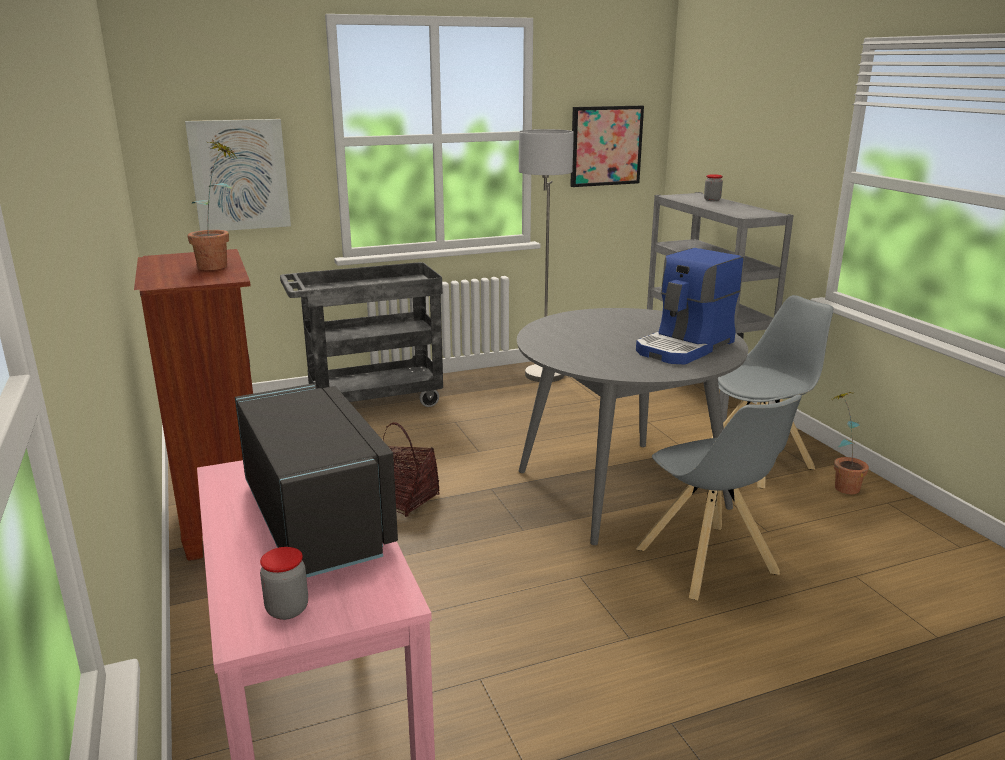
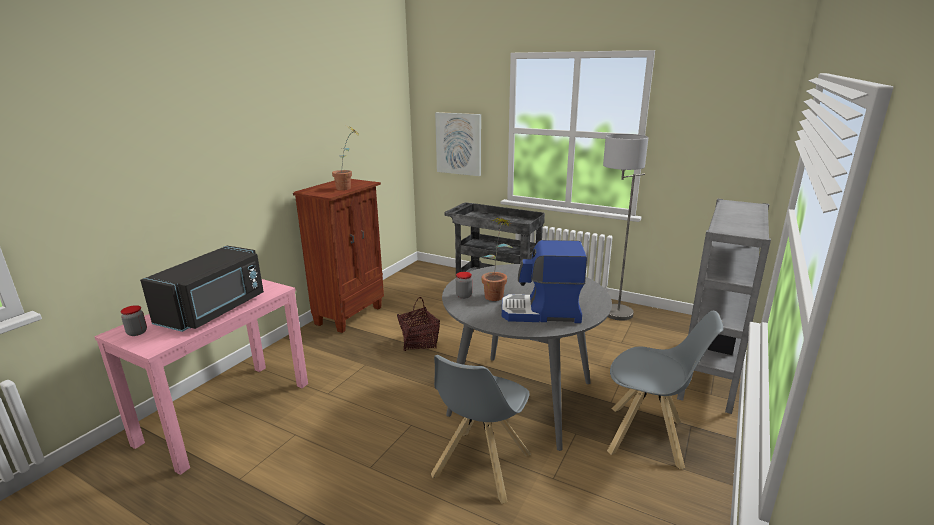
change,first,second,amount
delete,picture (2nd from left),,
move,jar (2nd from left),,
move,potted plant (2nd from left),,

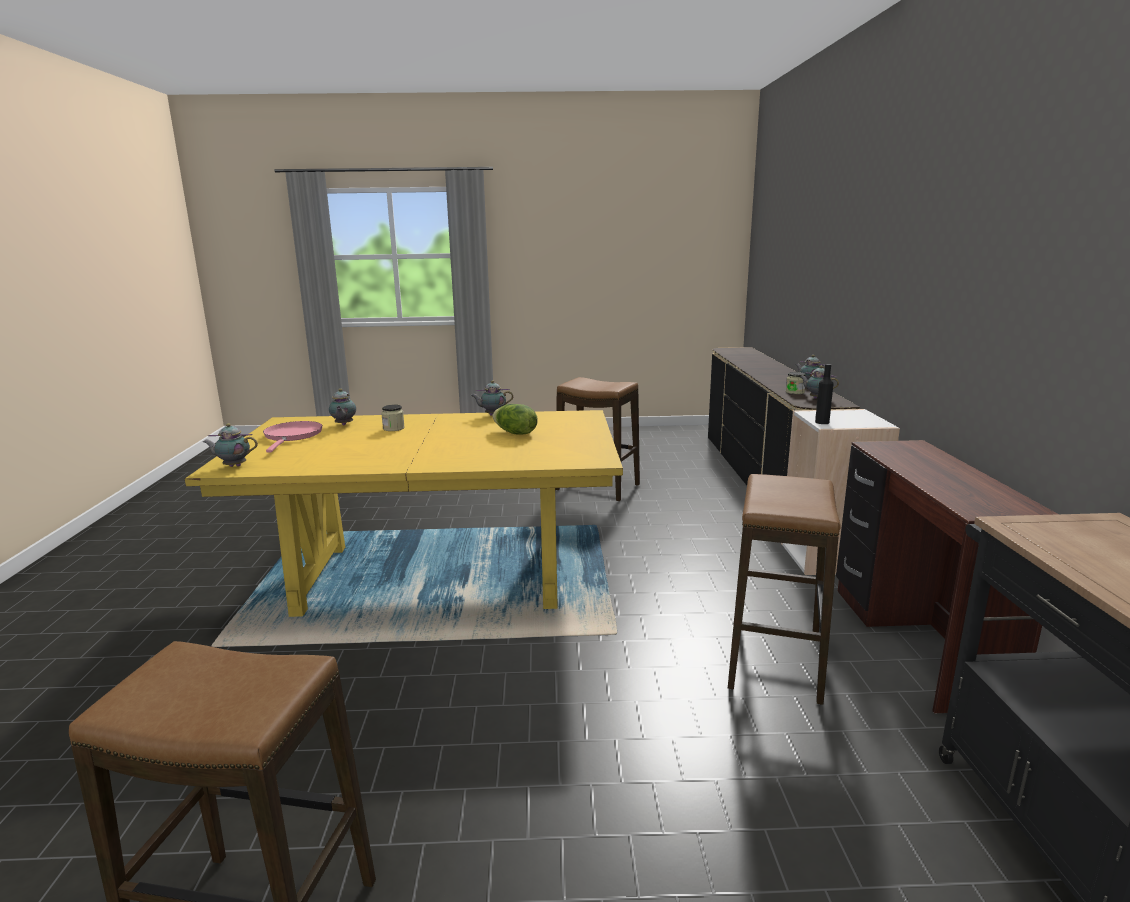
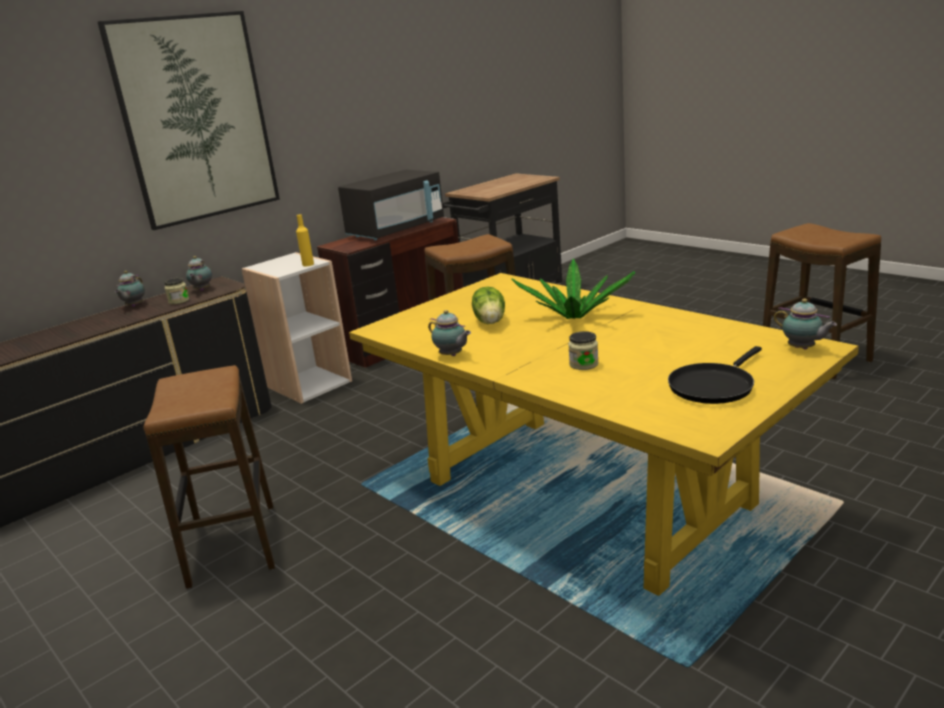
change,first,second,amount
recolor,pink frying pan,black frying pan,
delete,teapot (2nd from left),,
recolor,black bottle,yellow bottle,
insert,,picture,
insert,,black microwave,
insert,,potted plant,

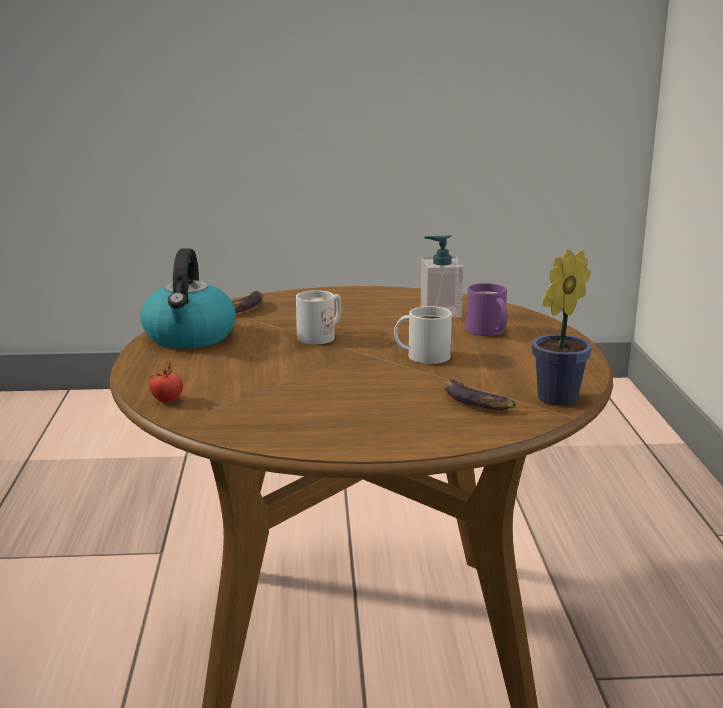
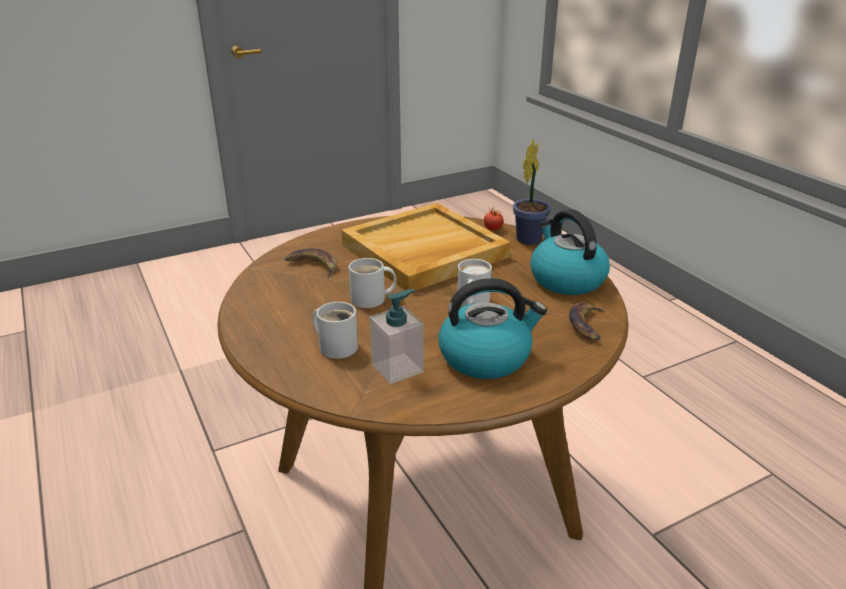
change,first,second,amount
recolor,purple mug,white mug (1st from left),
move,potted plant,,
insert,,beige tray,
insert,,kettle (1st from left),

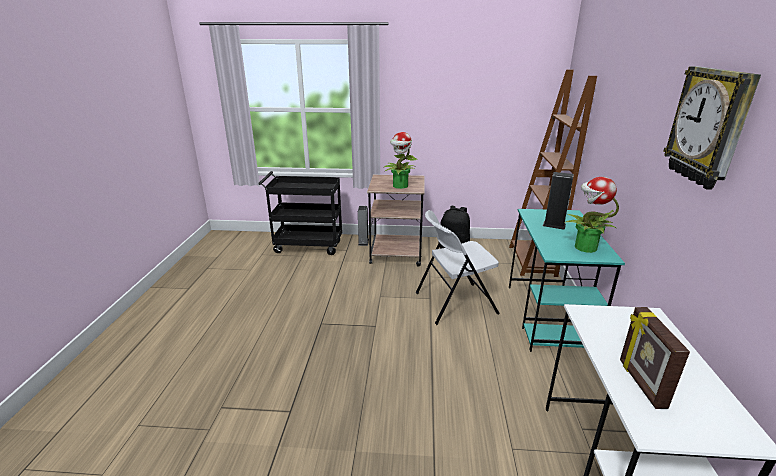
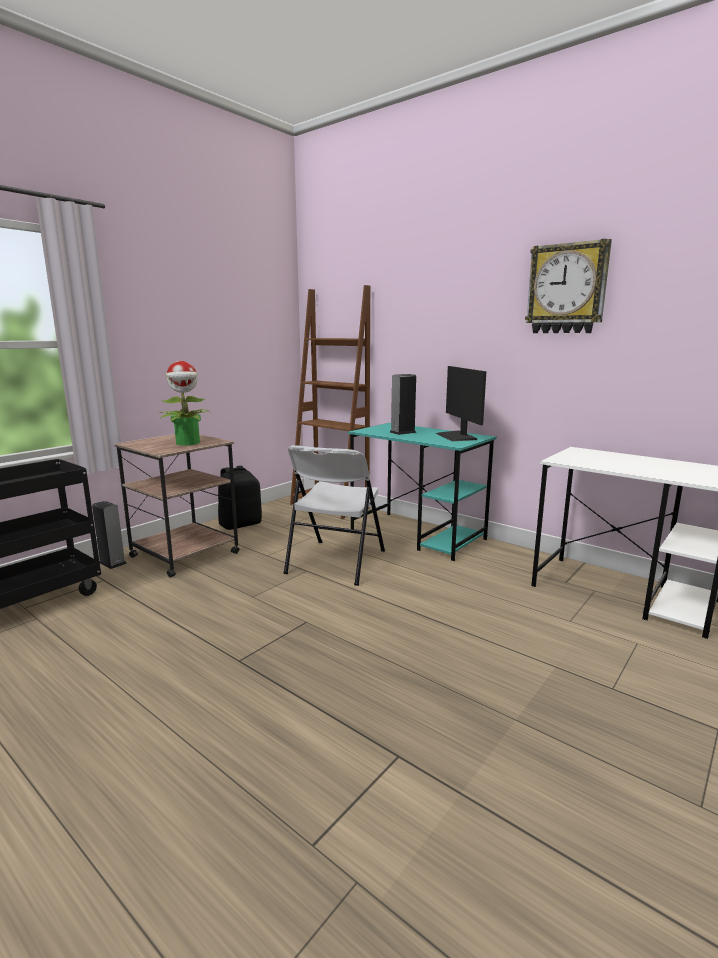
change,first,second,amount
replace,potted plant (2nd from left),monitor,
delete,picture frame,,

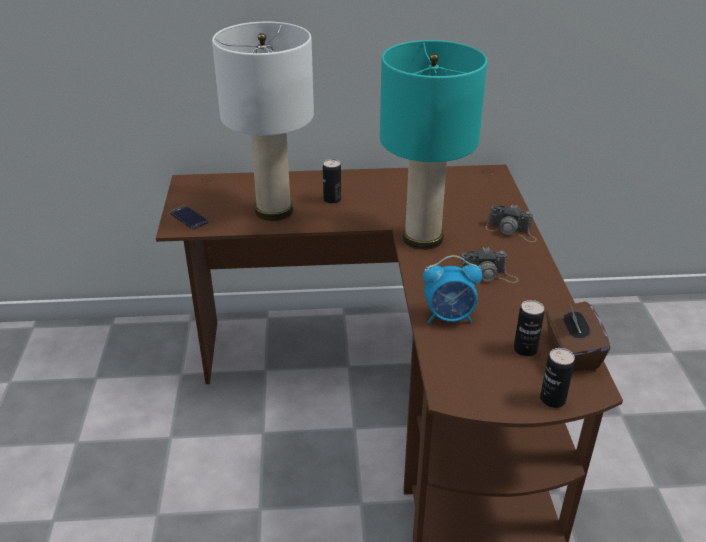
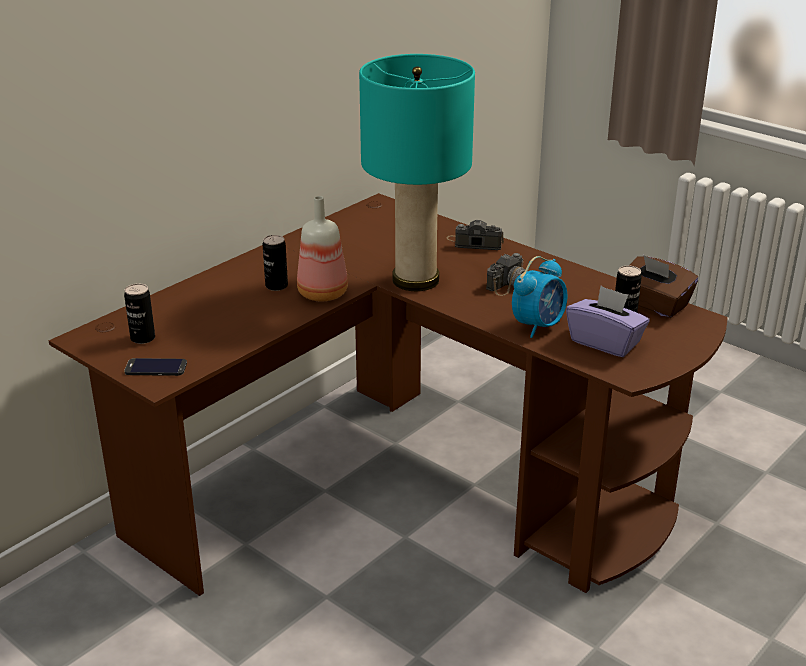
change,first,second,amount
delete,white table lamp,,
rotate,photo camera (2nd from left in the first image),photo camera (1st from left),150 degrees counterclockwise
move,can (3rd from left in the first image),can (1st from left),
insert,,bottle,
insert,,purple tissue box,

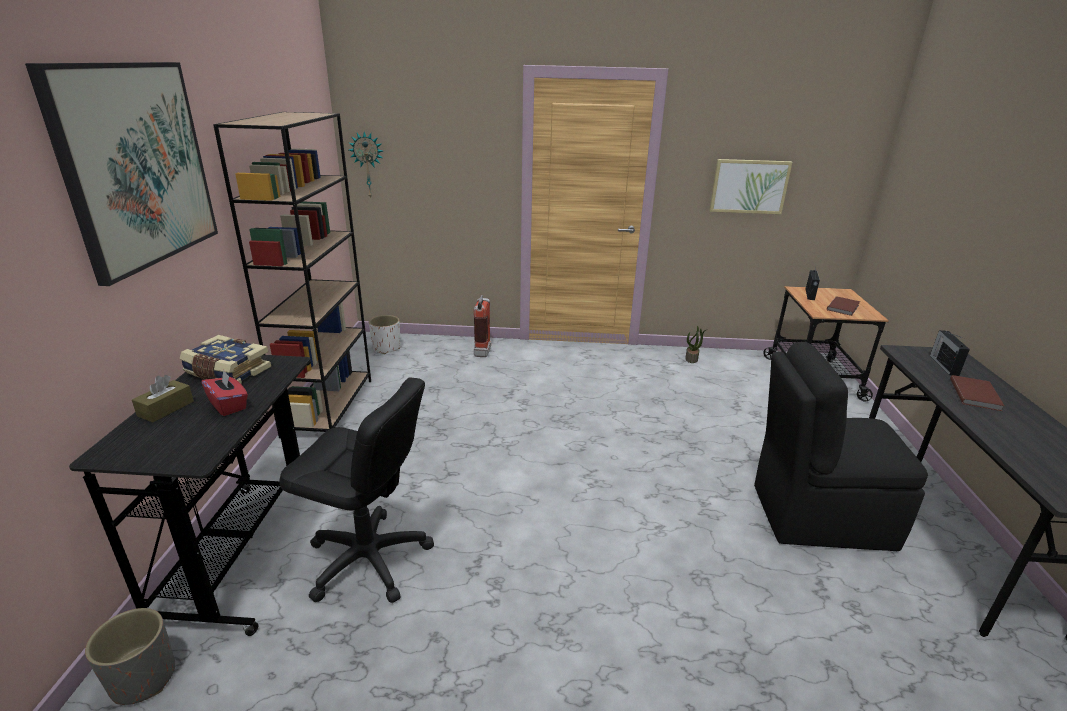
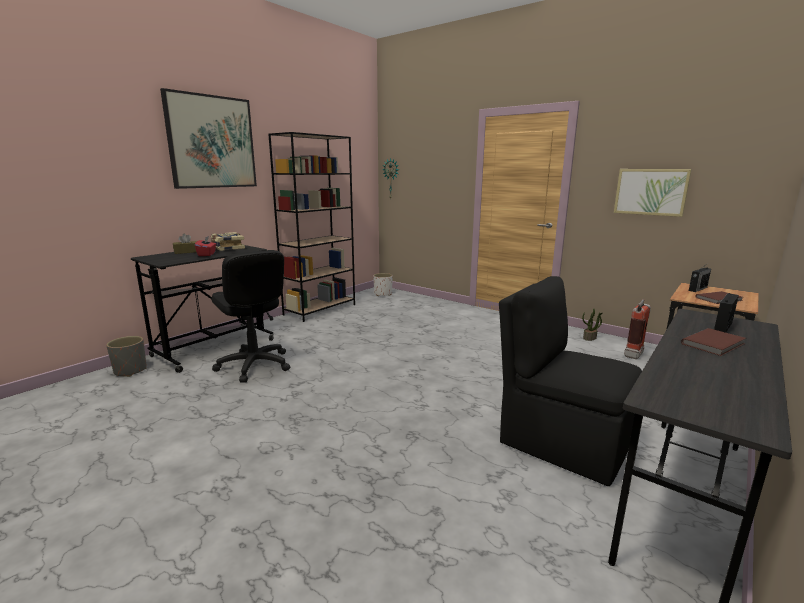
change,first,second,amount
move,fire extinguisher,,

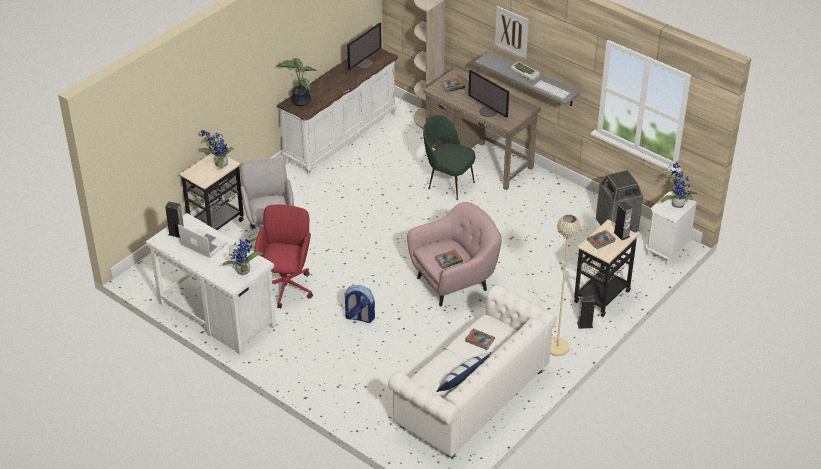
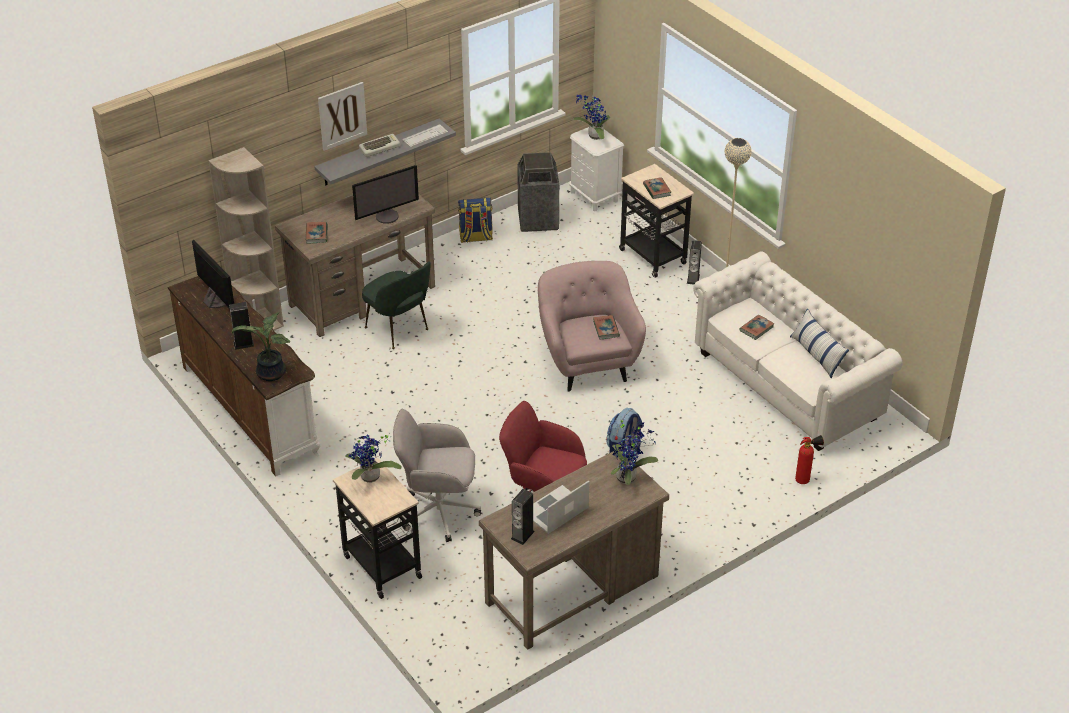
change,first,second,amount
recolor,white desk,brown desk (2nd from left),
rotate,green chair,,90 degrees counterclockwise
move,speaker (3rd from left in the first image),speaker (1st from left),
insert,,backpack (1st from left),
insert,,fire extinguisher,

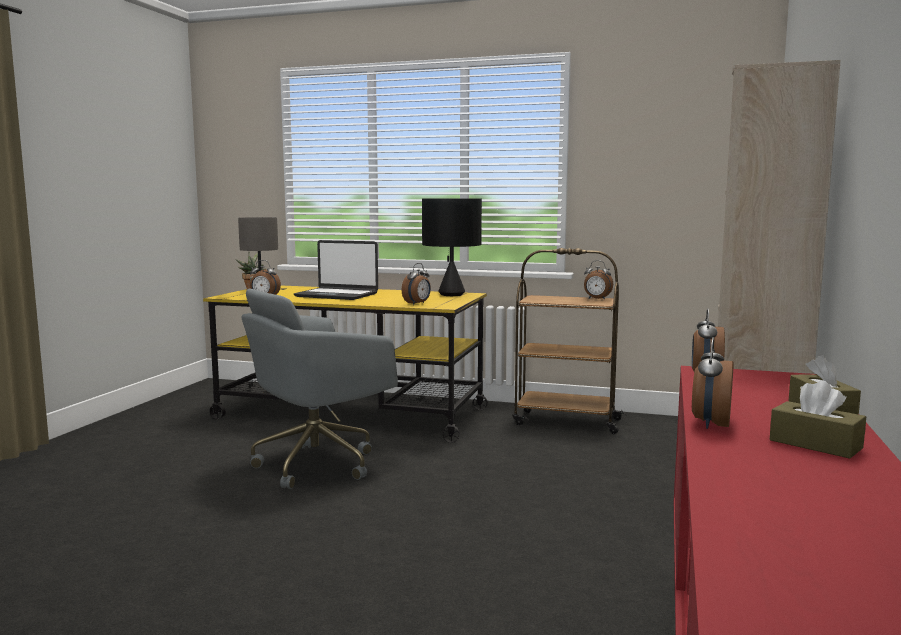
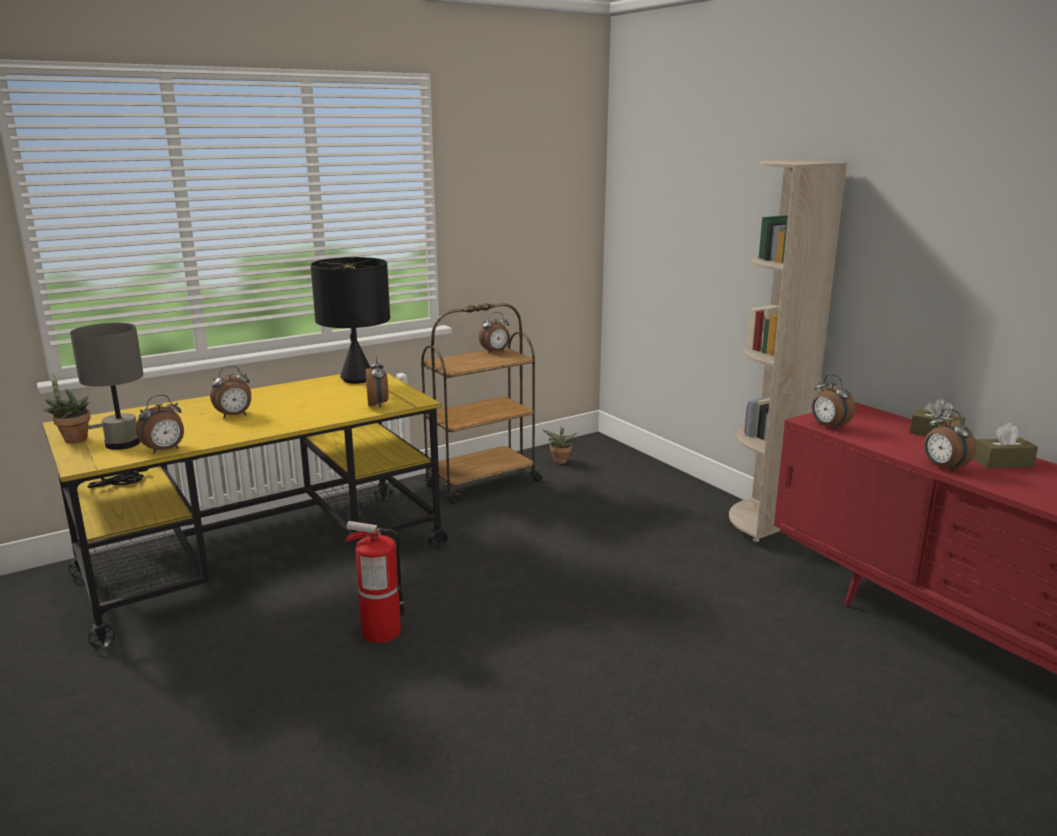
change,first,second,amount
replace,grey office chair,fire extinguisher,
replace,laptop,alarm clock (2nd from left),
insert,,potted plant (2nd from left),

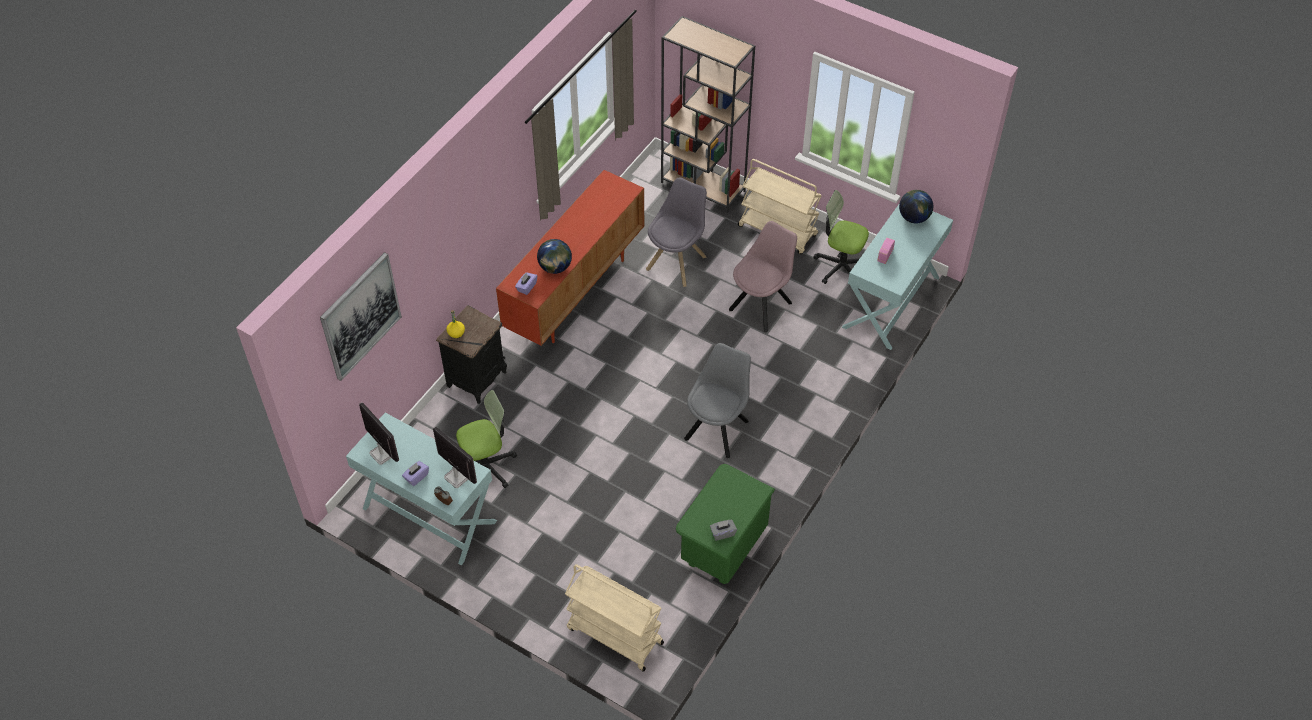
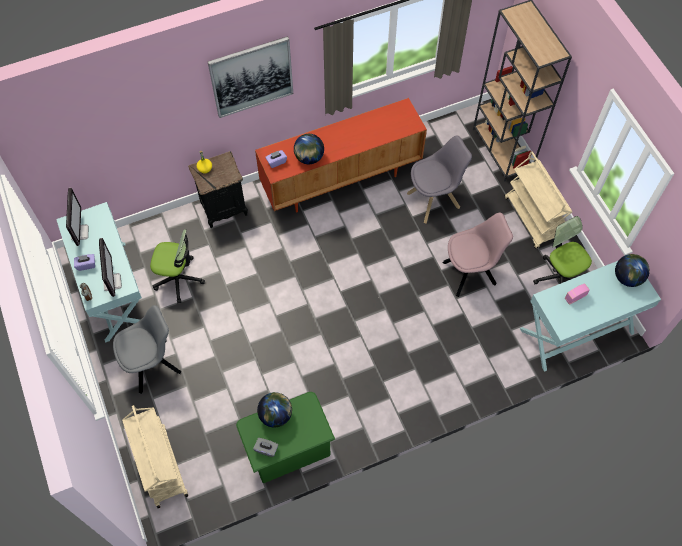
change,first,second,amount
move,picture,,
move,grey chair (2nd from left in the first image),grey chair (1st from left),
insert,,globe (1st from left),

